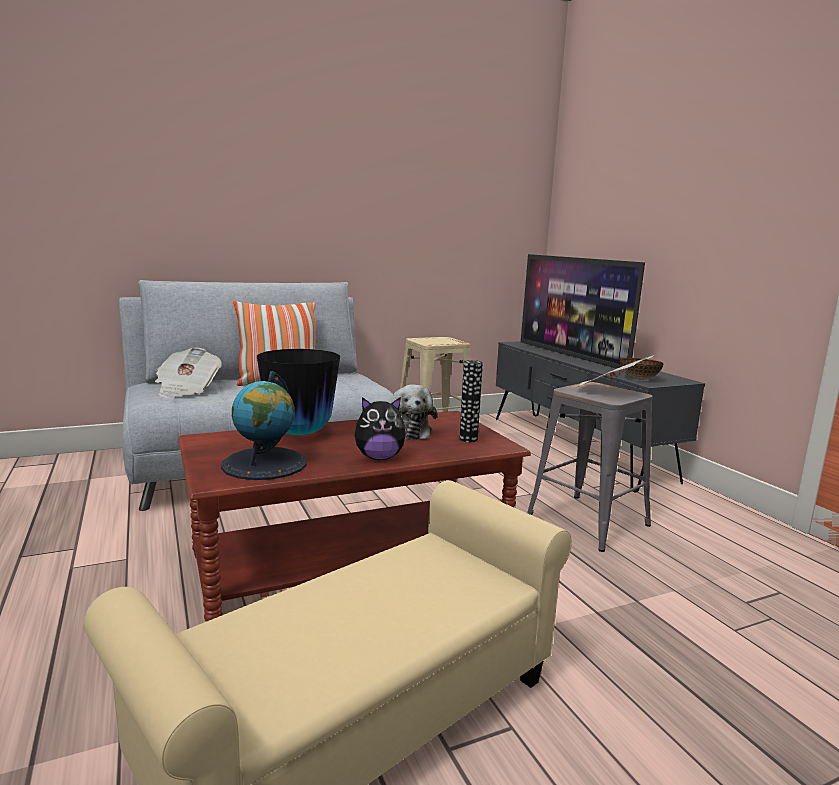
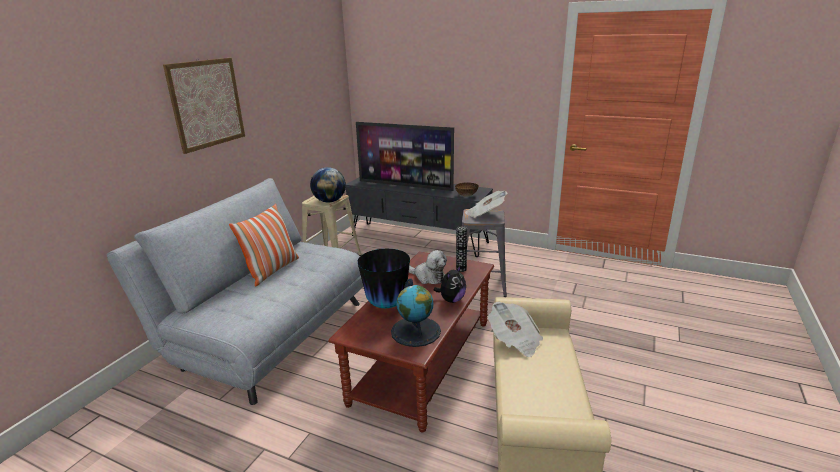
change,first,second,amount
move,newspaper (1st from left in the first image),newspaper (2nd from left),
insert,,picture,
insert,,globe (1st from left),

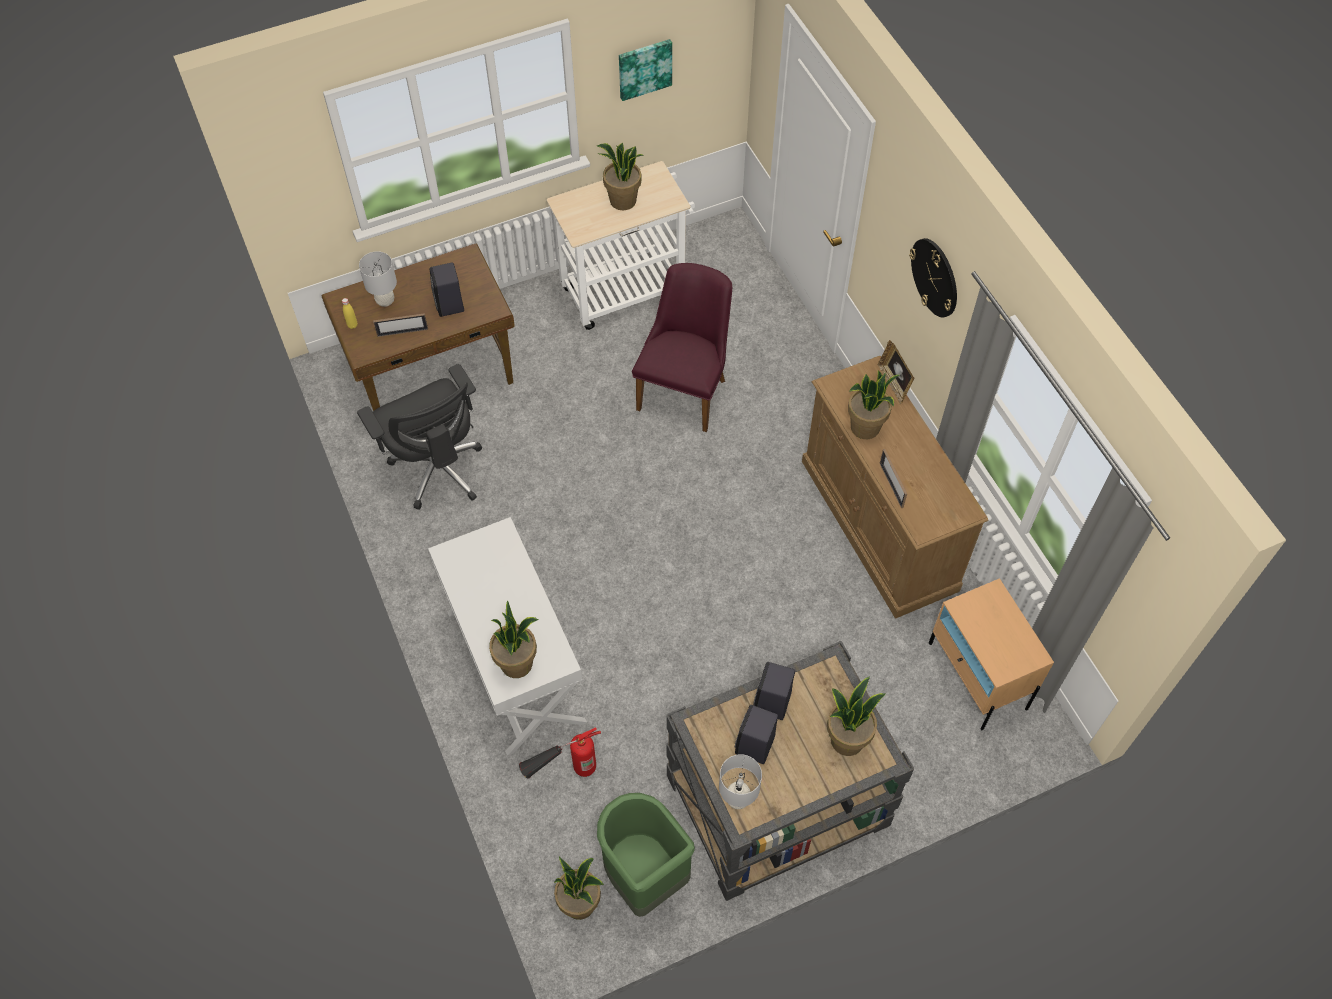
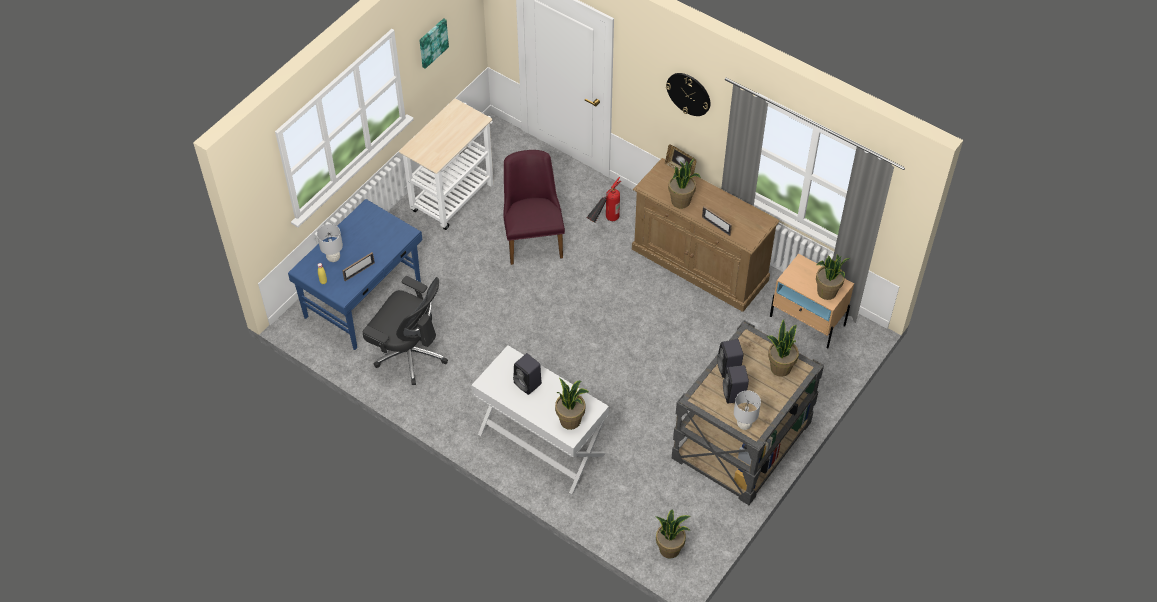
change,first,second,amount
recolor,brown desk,blue desk,
move,black speaker (1st from left),,
move,fire extinguisher,,
move,potted plant (3rd from left in the first image),potted plant (5th from left),
delete,green trash can,,

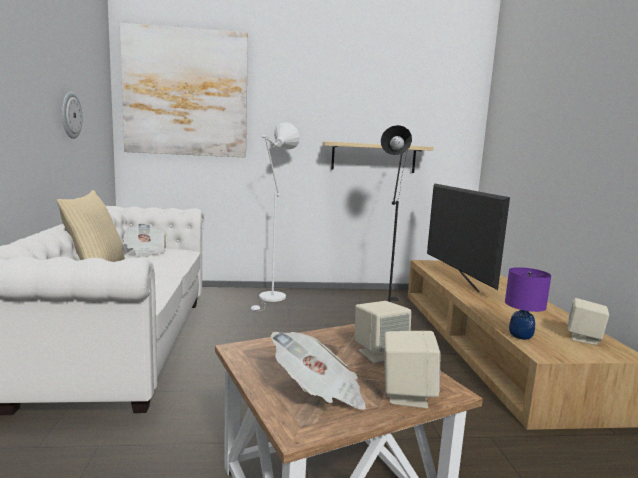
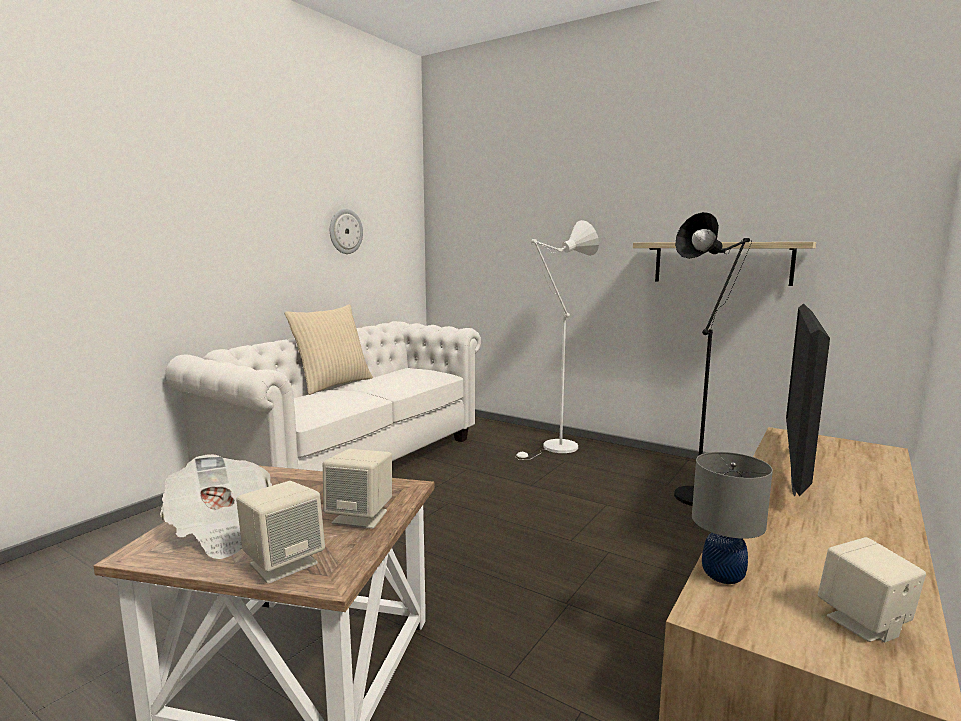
change,first,second,amount
delete,picture,,
delete,newspaper (1st from left),,
recolor,purple table lamp,grey table lamp,

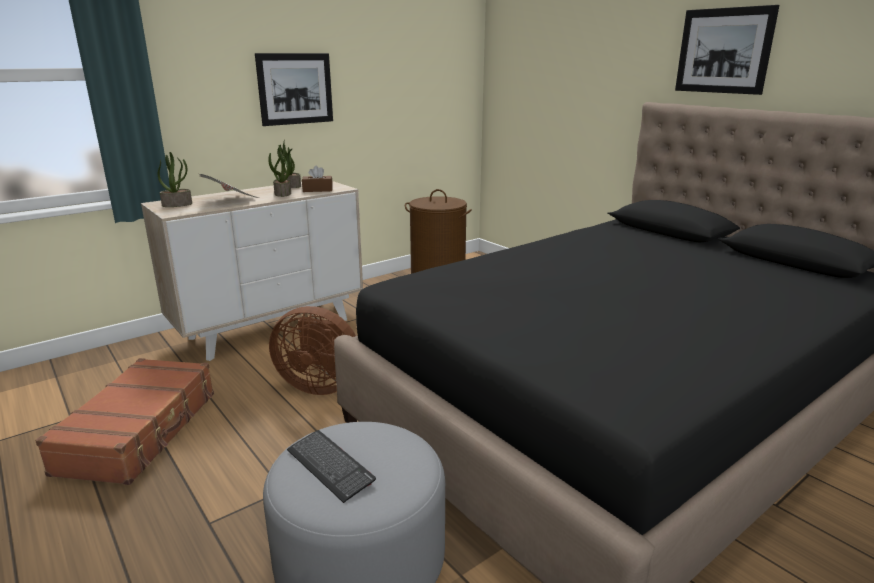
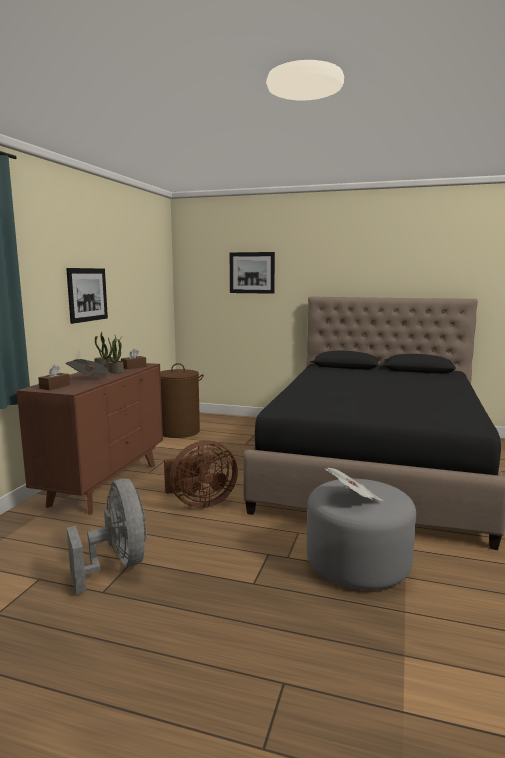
change,first,second,amount
replace,brown suitcase,grey fan,
recolor,white dresser,brown dresser,
replace,potted plant (1st from left),brown tissue box (1st from left),
replace,keyboard,newspaper (2nd from left),
move,picture (2nd from left),,

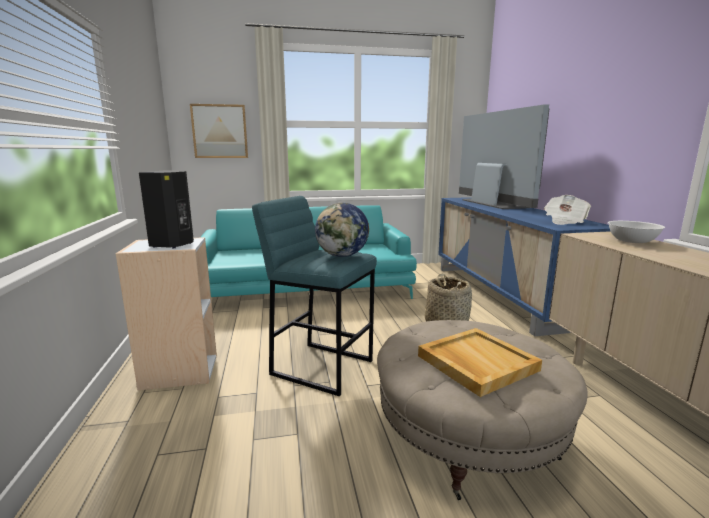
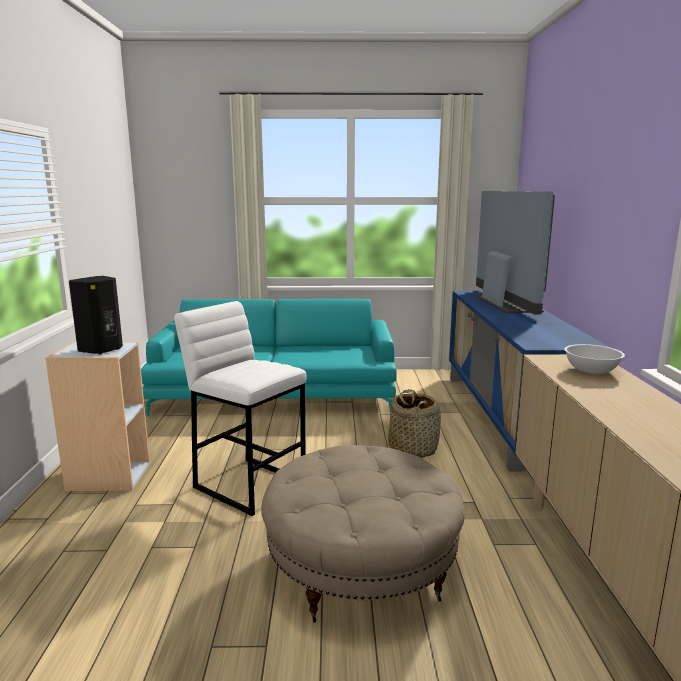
change,first,second,amount
delete,picture,,
recolor,turquoise stool,white stool,
delete,globe,,
delete,beige tray,,
delete,newspaper,,

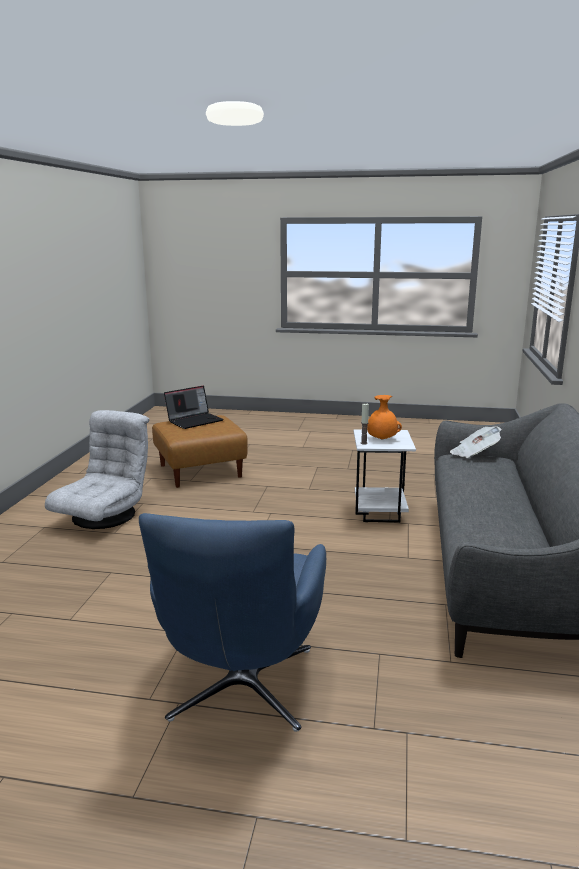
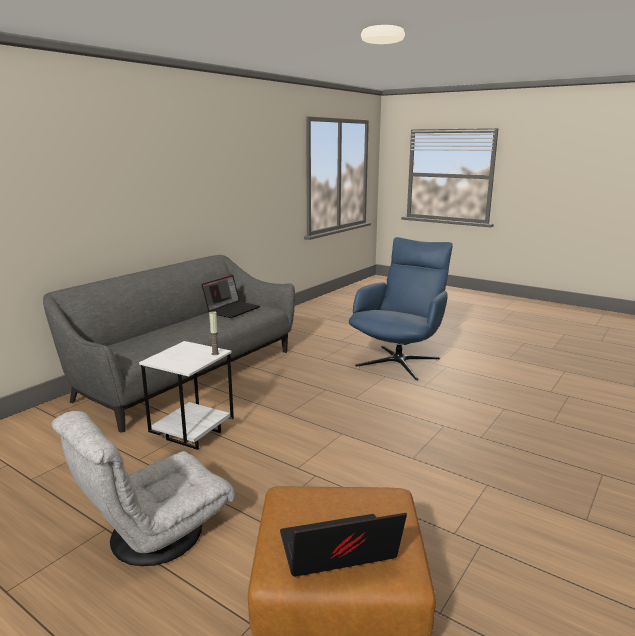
change,first,second,amount
move,grey armchair,,
delete,orange vase,,
delete,newspaper,,
insert,,laptop (1st from left),

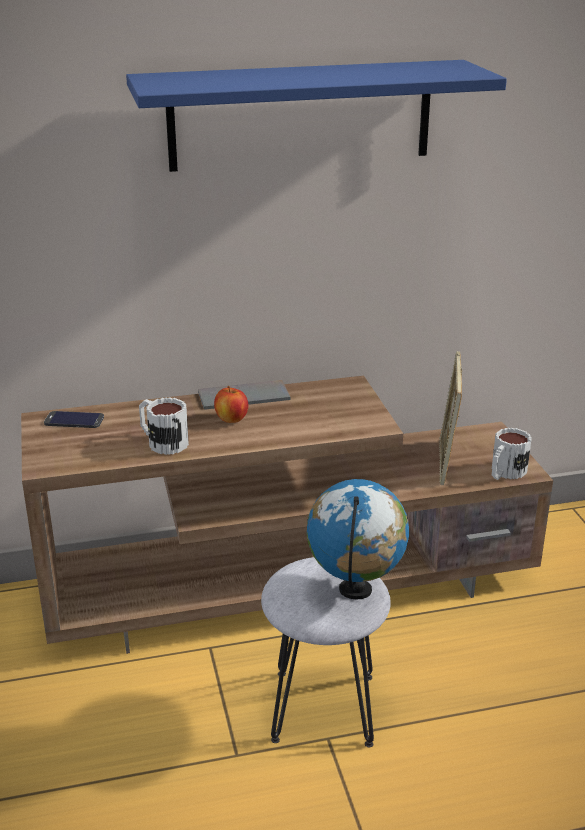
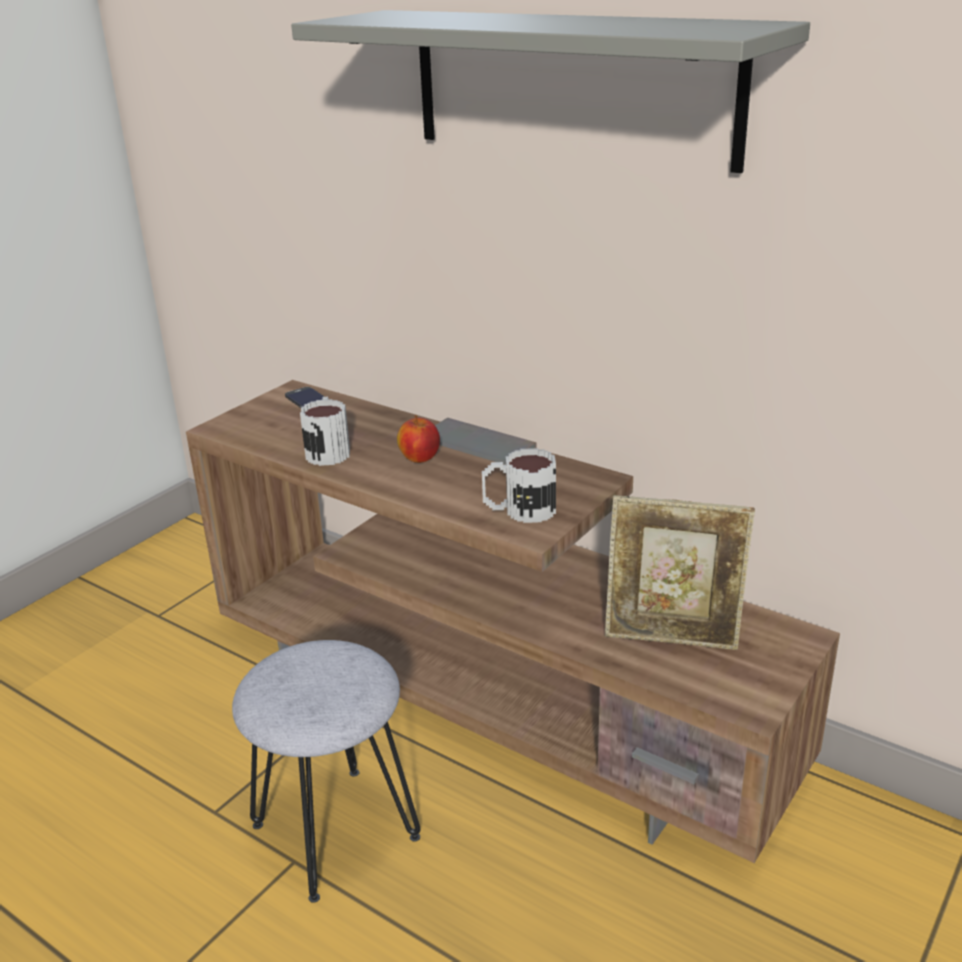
change,first,second,amount
recolor,blue shelf,grey shelf,
delete,globe,,
rotate,picture frame,,135 degrees counterclockwise
move,mug (2nd from left),,

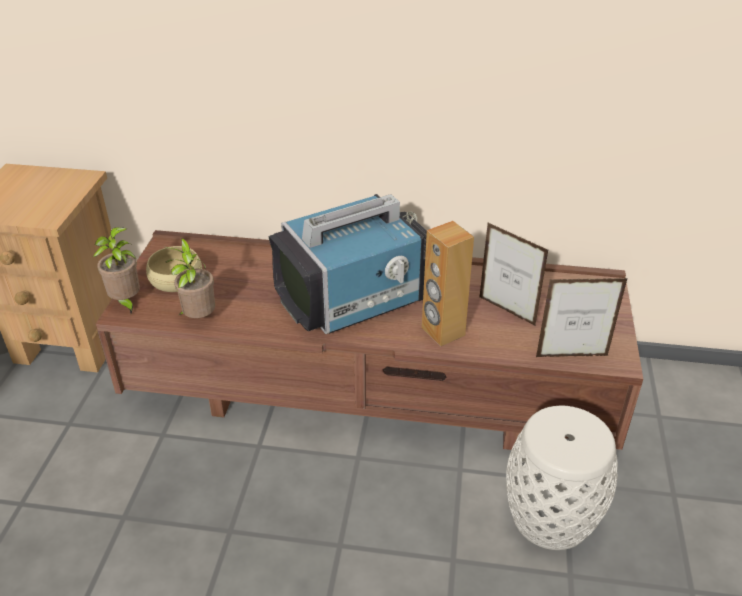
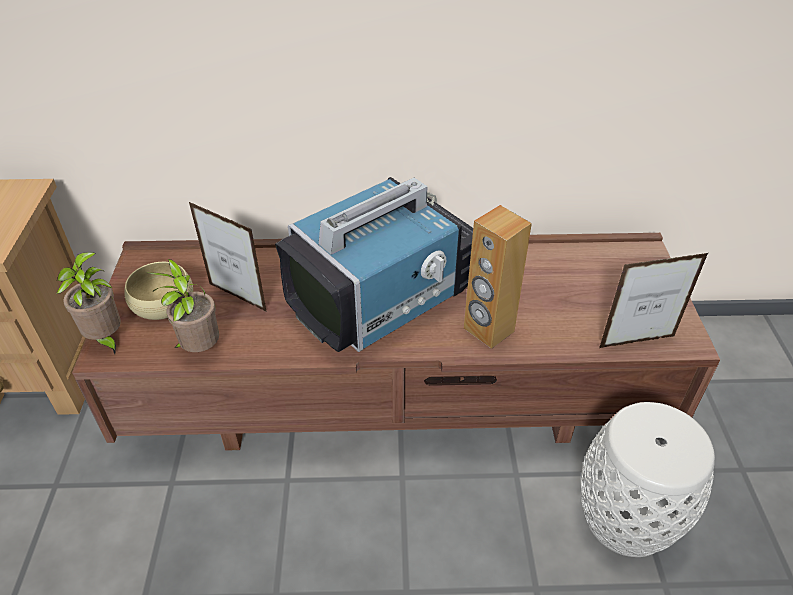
change,first,second,amount
move,picture frame (1st from left),,

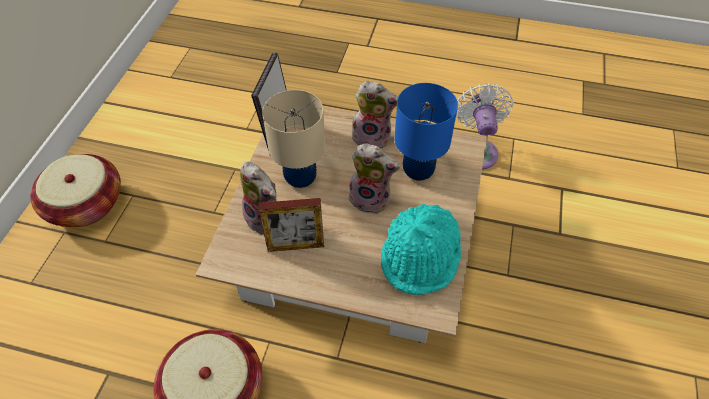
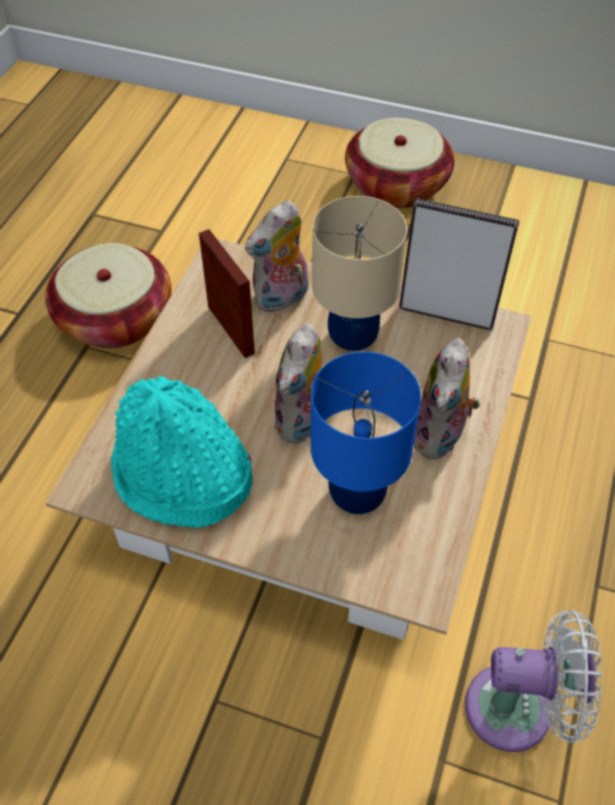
change,first,second,amount
rotate,picture frame (2nd from left in the first image),picture frame (1st from left),150 degrees clockwise

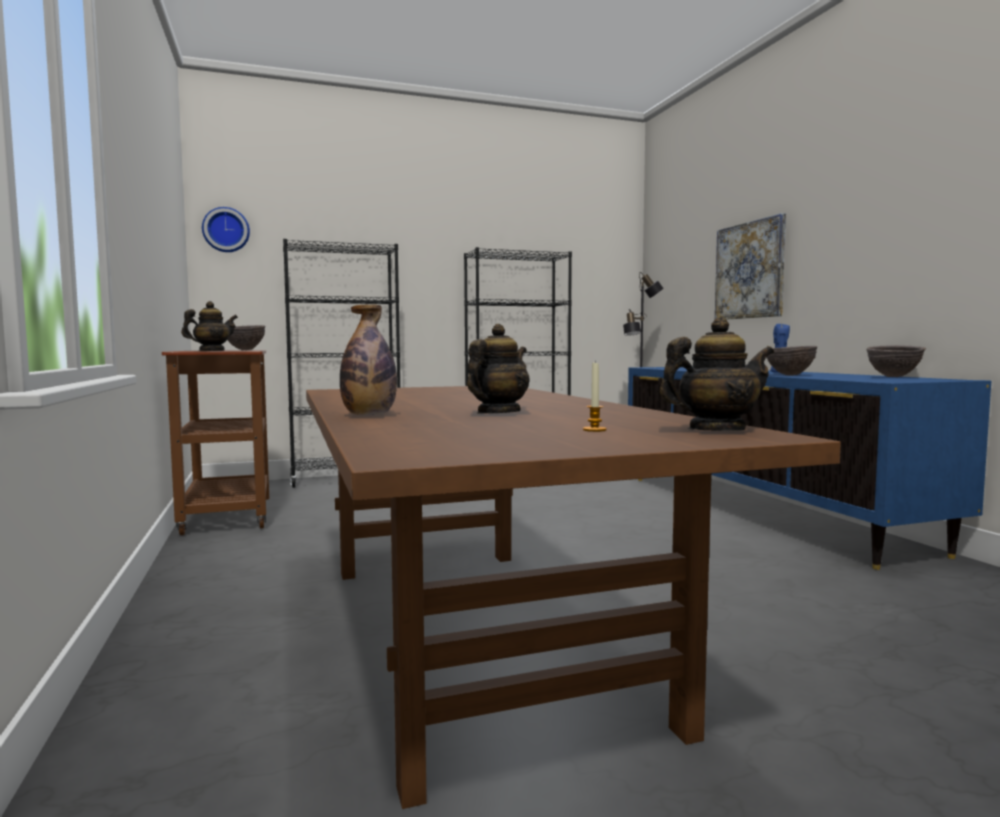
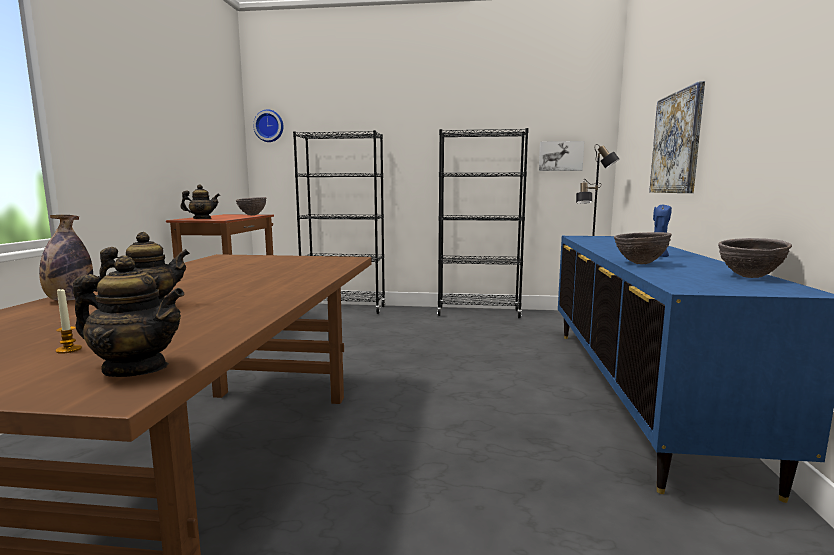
change,first,second,amount
insert,,picture (1st from left),

